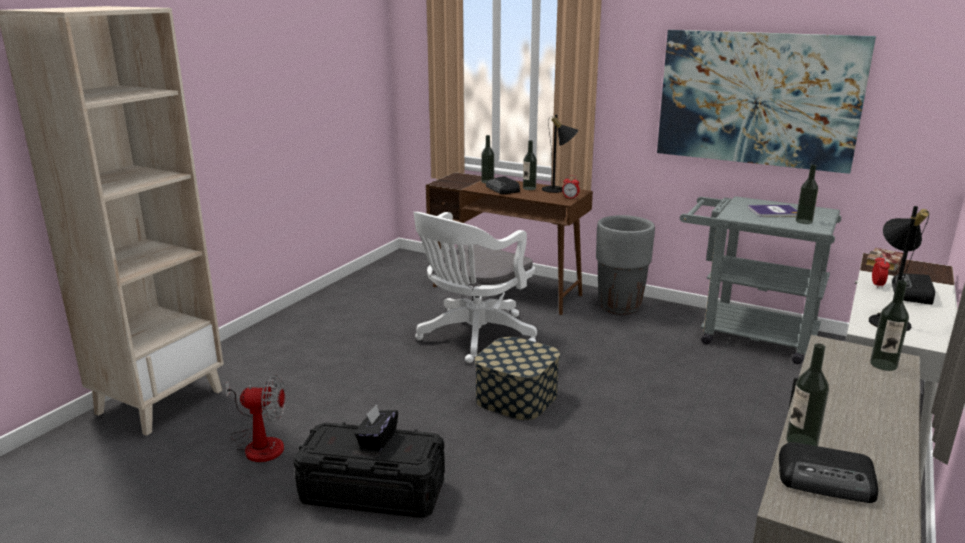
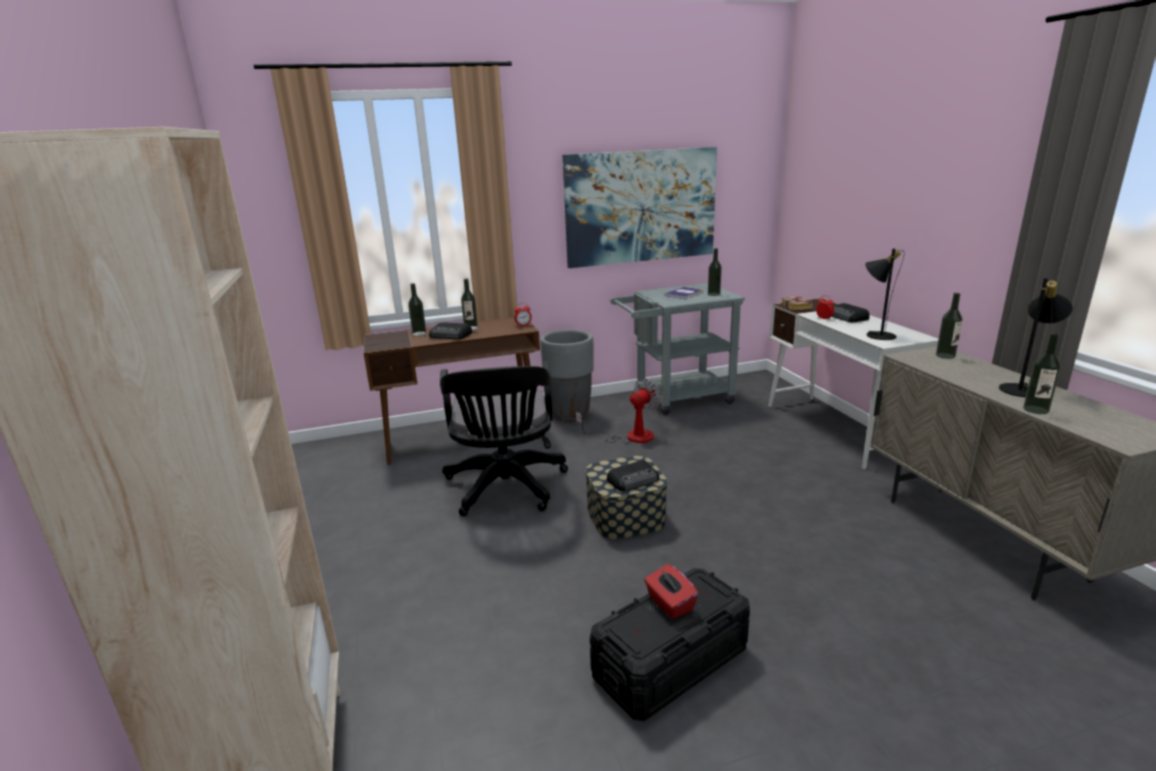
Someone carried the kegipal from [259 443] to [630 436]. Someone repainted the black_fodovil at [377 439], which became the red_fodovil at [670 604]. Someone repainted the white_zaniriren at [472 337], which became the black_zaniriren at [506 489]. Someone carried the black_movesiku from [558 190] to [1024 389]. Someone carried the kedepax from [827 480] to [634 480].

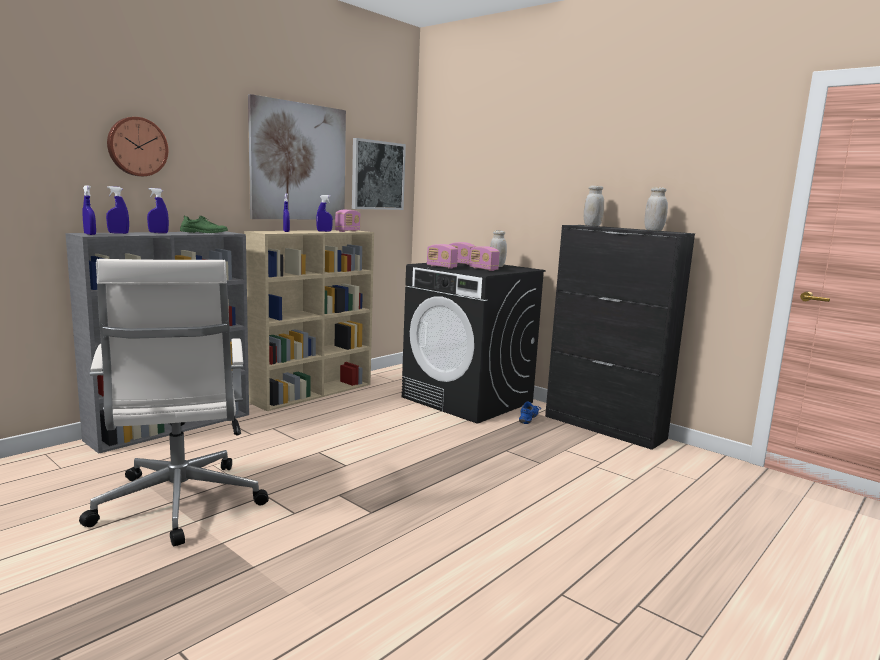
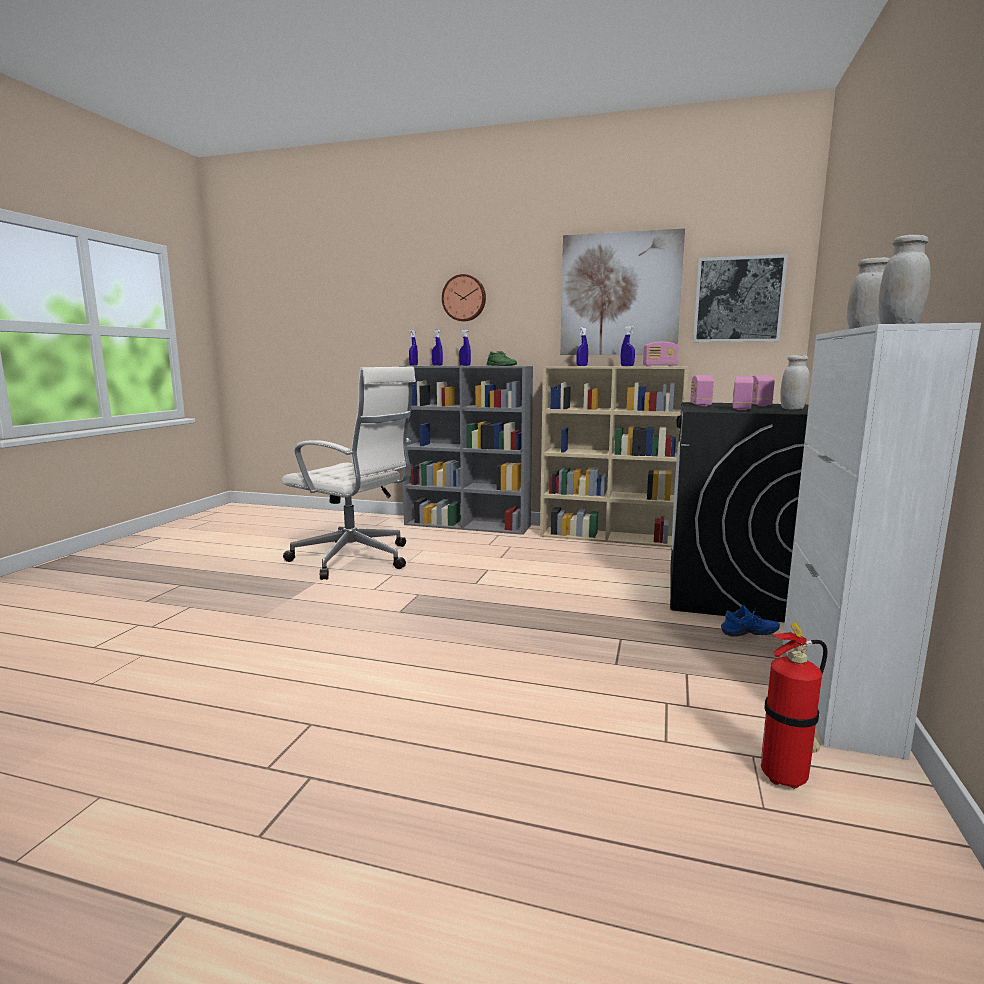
Someone rotated the white_zaniriren at [178 505] by 105 degrees counterclockwise. Someone repainted the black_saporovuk at [604 428], which became the white_saporovuk at [834 691]. Someone put down the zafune at [787 777].

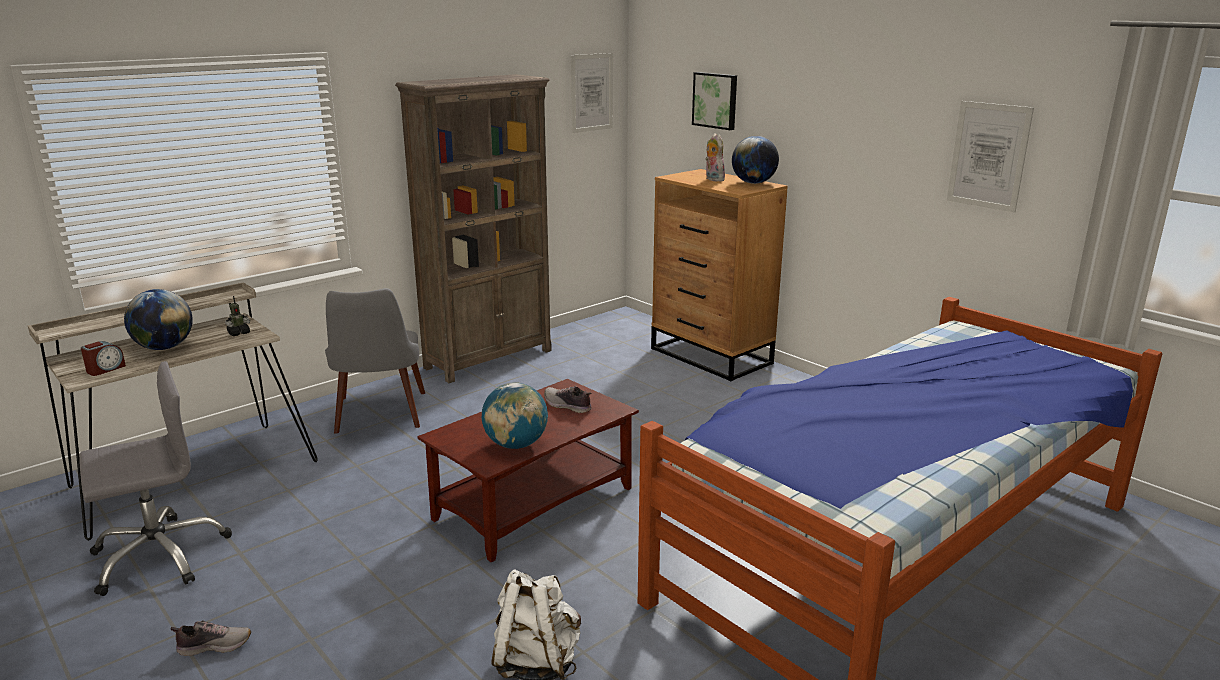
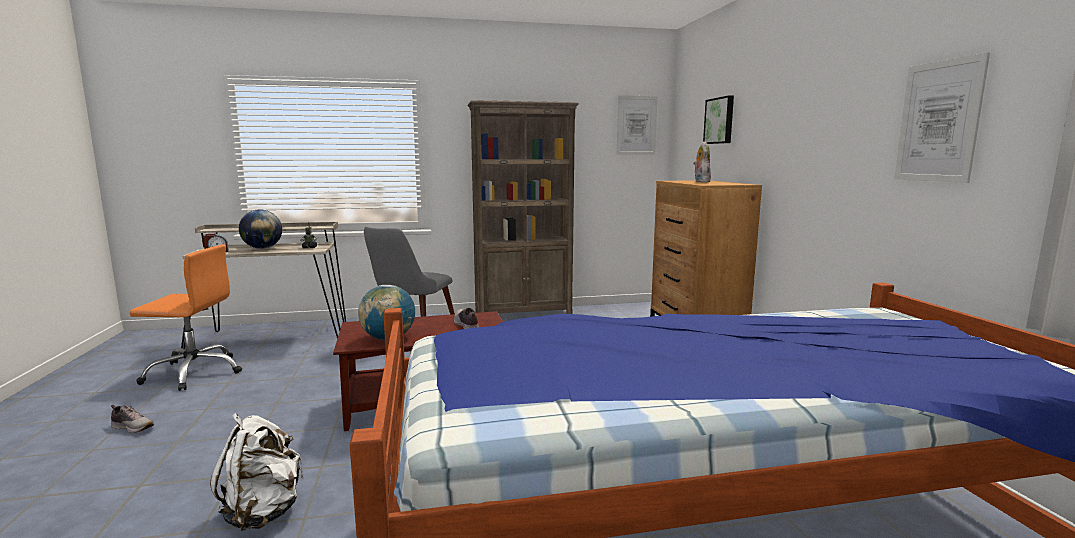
Someone repainted the grey_zaniriren at [159 555], which became the orange_zaniriren at [194 372]. Someone took away the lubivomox at [753 183].

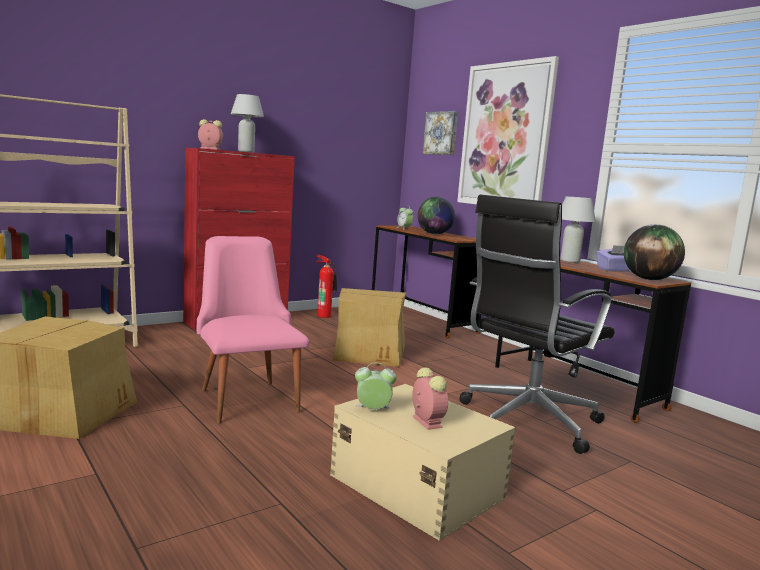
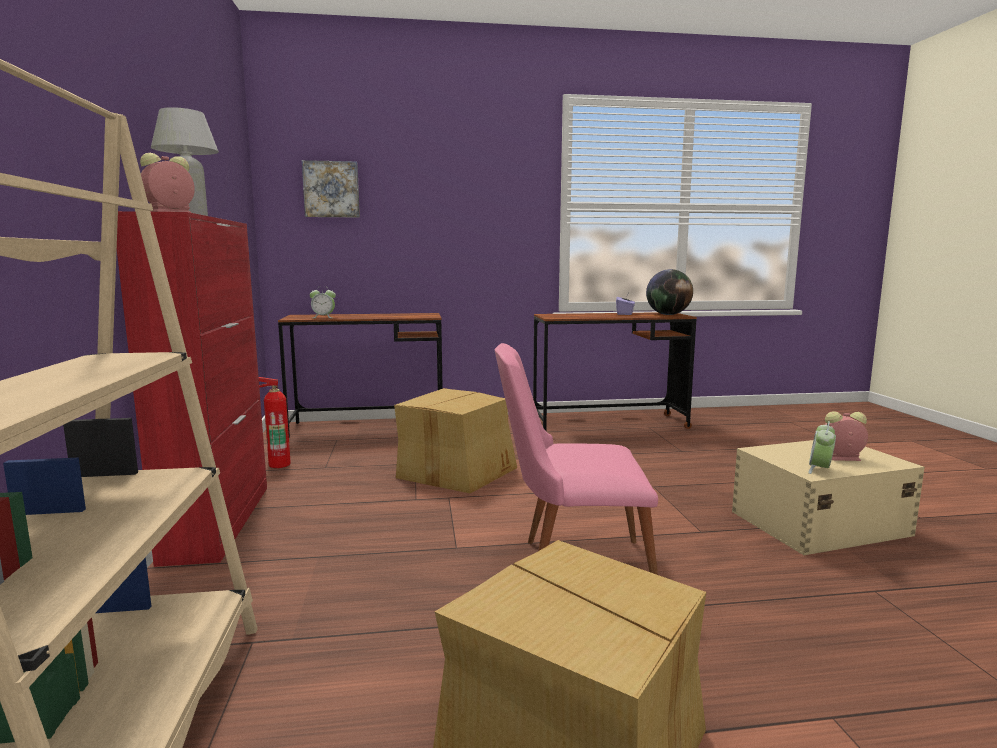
Someone took away the lubivomox at [434 234]. Someone took away the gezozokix at [505 136]. Someone took away the black_zaniriren at [526 422]. Someone took away the white_movesiku at [570 261].

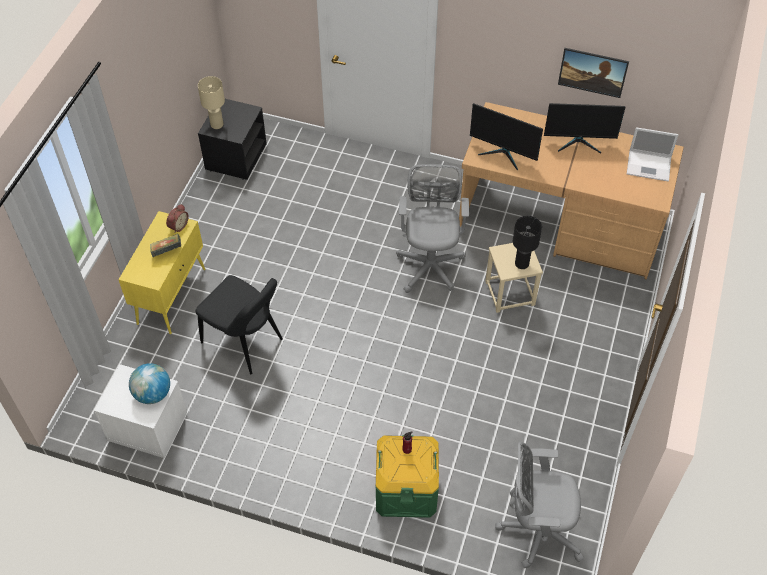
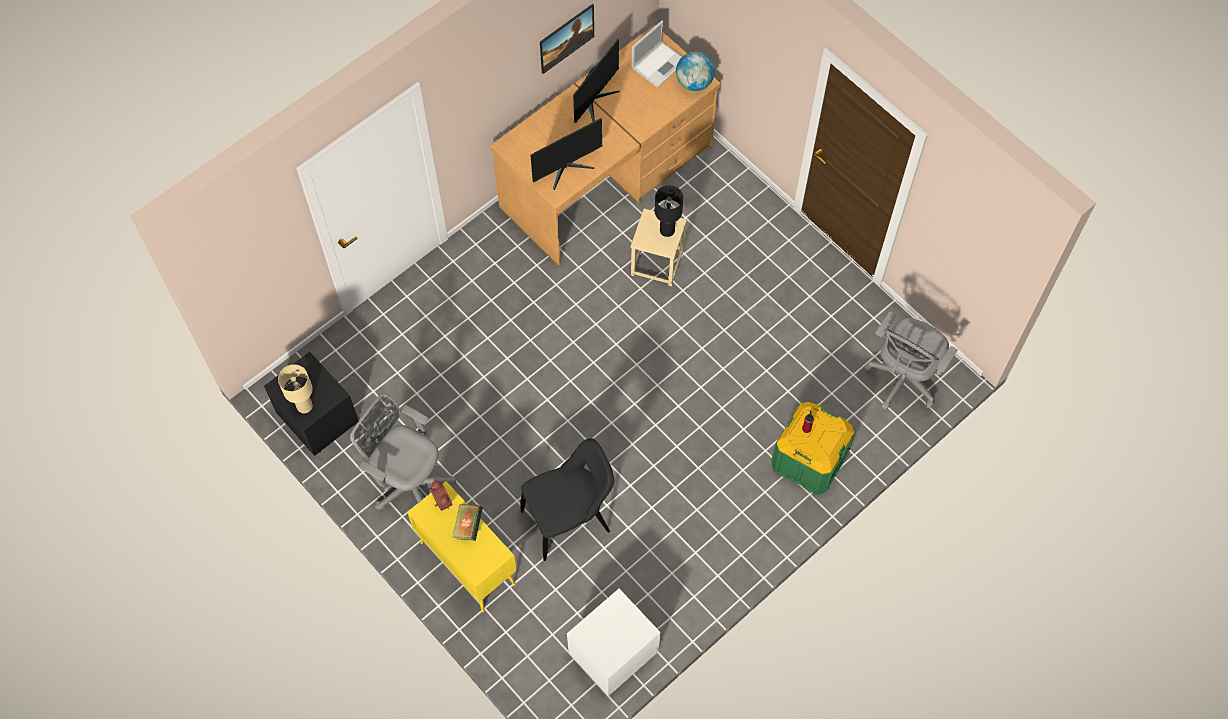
Someone carried the lubivomox from [153 394] to [694 82]. Someone carried the grey_zaniriren from [430 264] to [409 483].

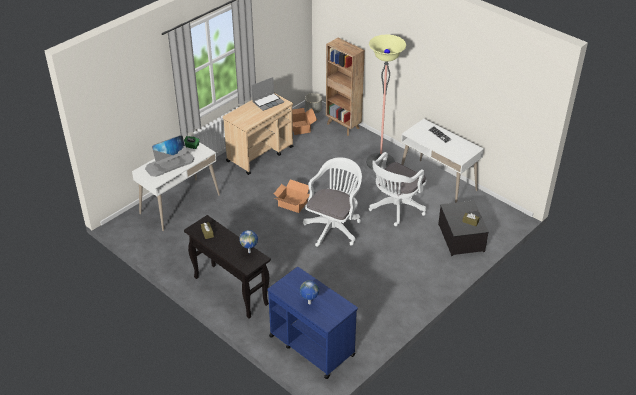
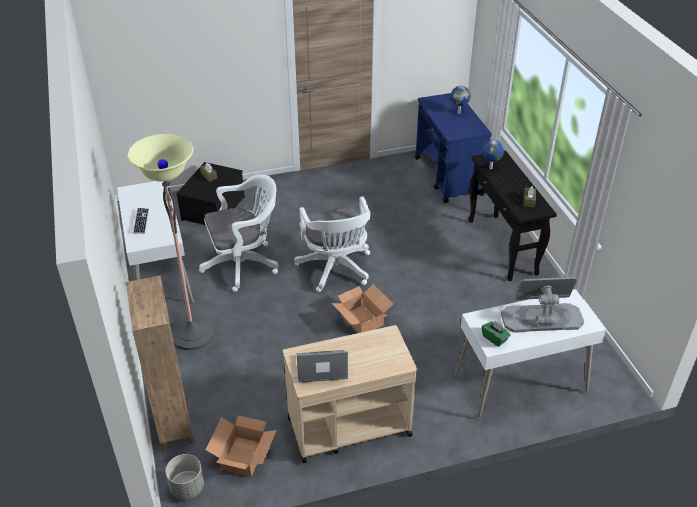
Someone rotated the white_zaniriren at [334 227] by 75 degrees counterclockwise.

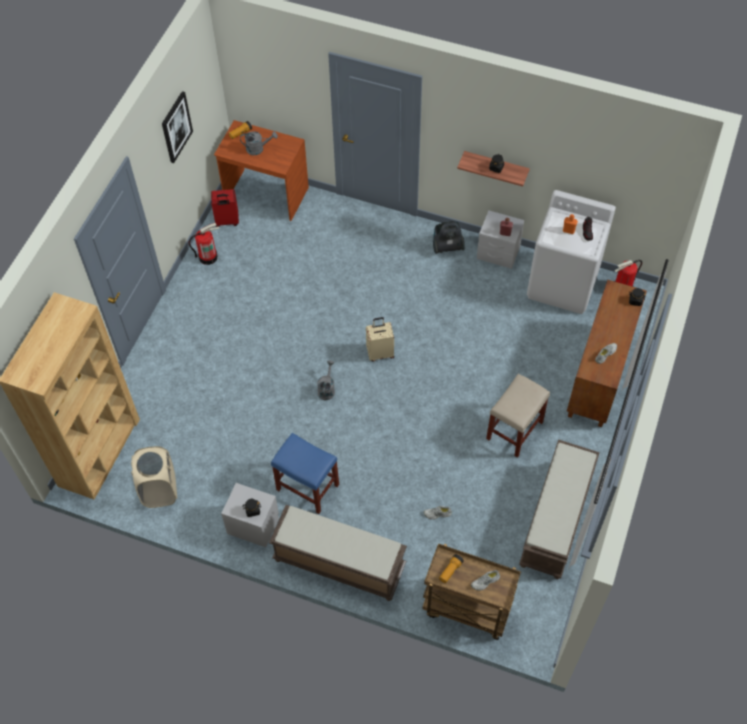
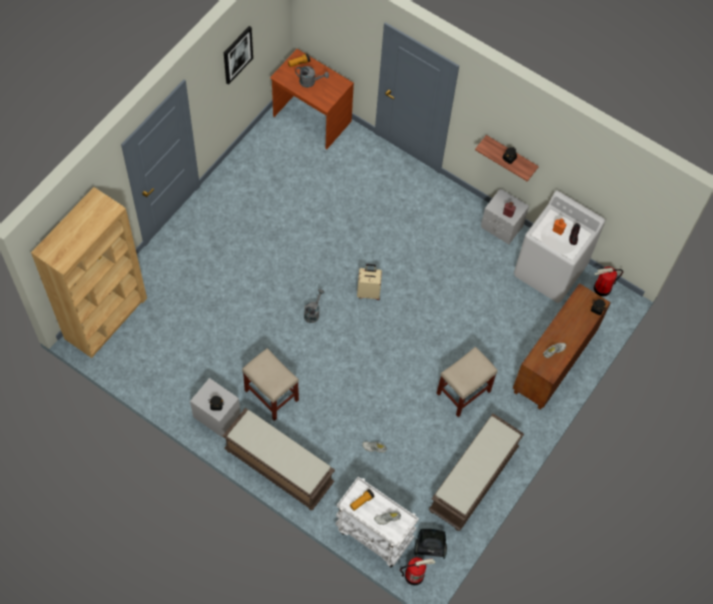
Someone took away the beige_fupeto at [159 490]. Someone carried the zafune from [208 256] to [414 575]. Someone took away the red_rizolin at [227 221]. Someone repainted the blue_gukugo at [307 487], which became the beige_gukugo at [271 395]. Someone repainted the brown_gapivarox at [466 609], which became the white_gapivarox at [373 534]. Someone carried the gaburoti from [447 247] to [429 547].

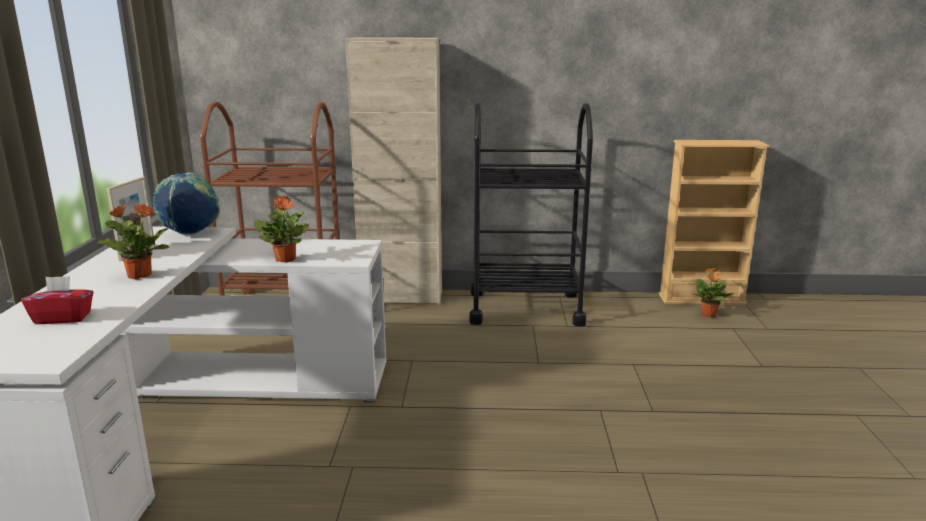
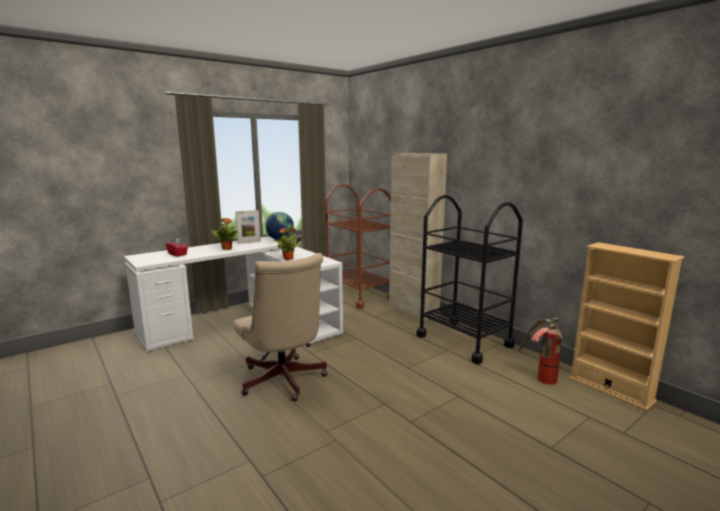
Someone took away the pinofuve at [708 315]. Someone put down the beige_zaniriren at [283 382]. Someone put down the zafune at [539 377].

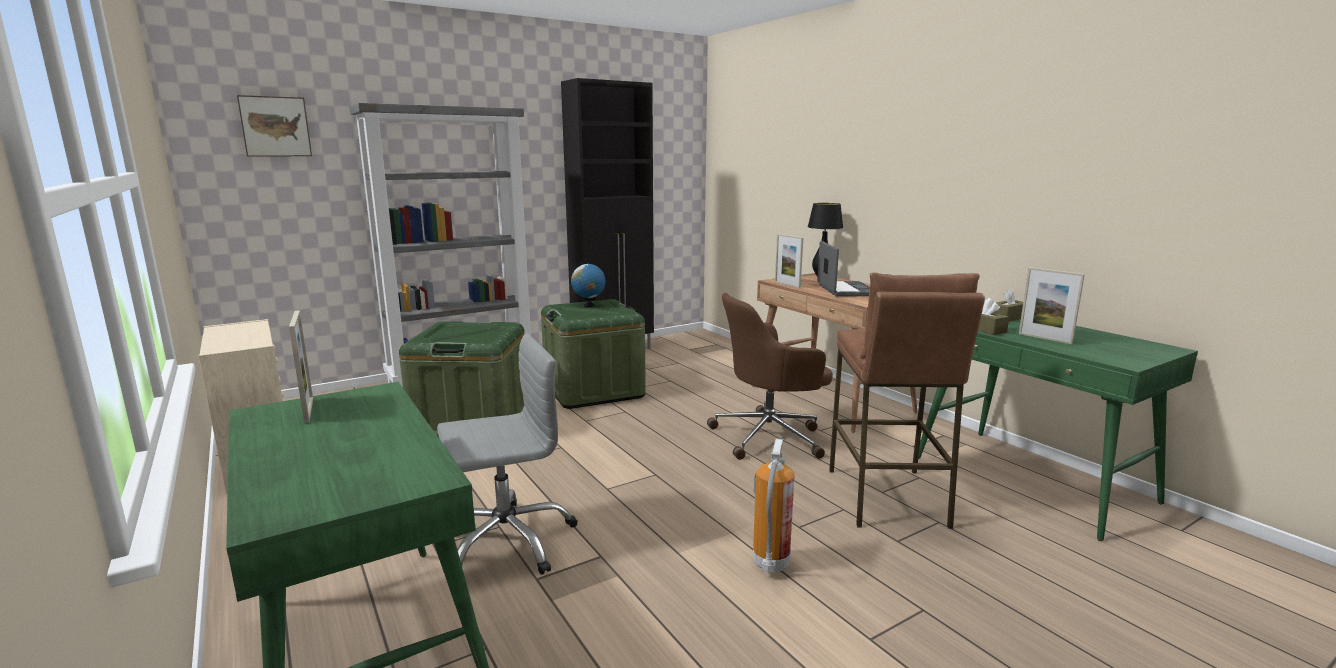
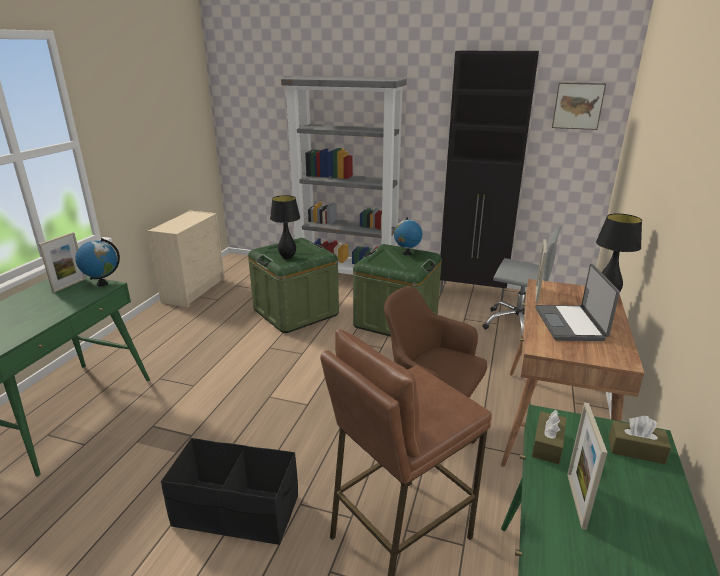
Someone carried the gezozokix from [275 126] to [577 105]. Someone carried the grey_zaniriren from [506 541] to [517 324]. Someone swapped the zafune at [770 564] for the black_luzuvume at [236 511]. Someone rotated the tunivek at [845 290] by 135 degrees clockwise. Someone put down the lubivomox at [102 283]. Someone put down the black_movesiku at [287 258].

